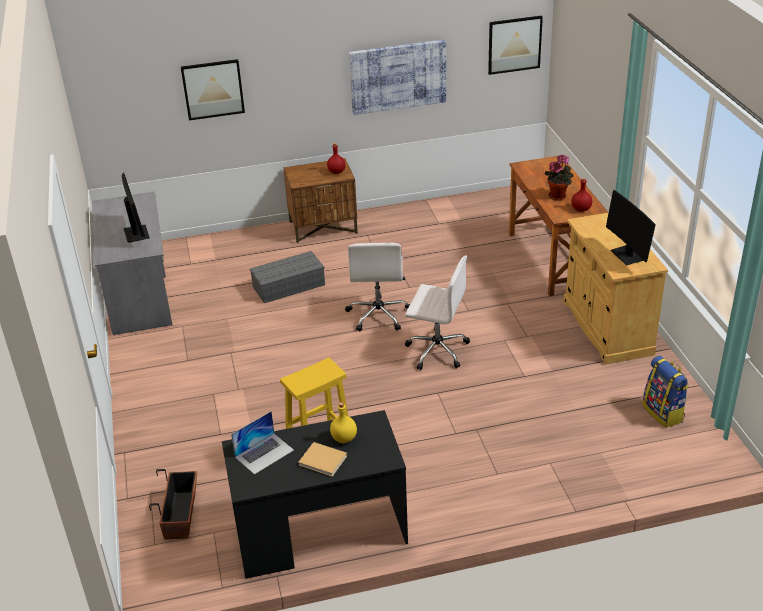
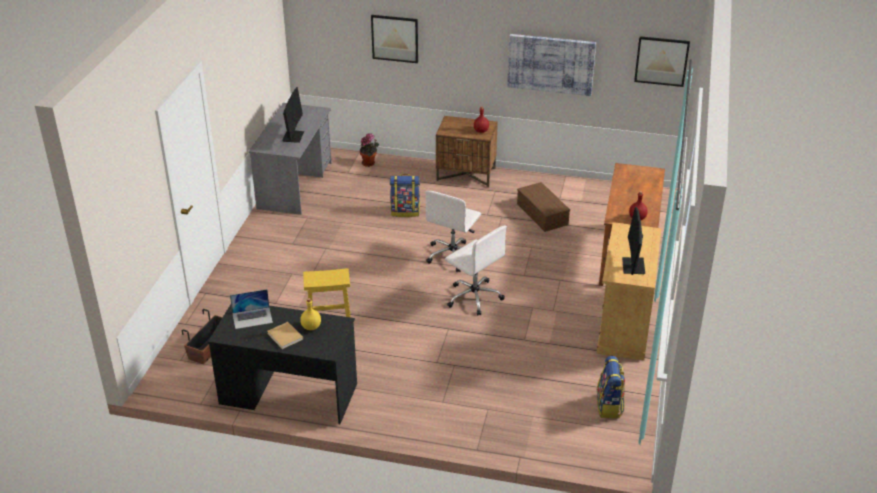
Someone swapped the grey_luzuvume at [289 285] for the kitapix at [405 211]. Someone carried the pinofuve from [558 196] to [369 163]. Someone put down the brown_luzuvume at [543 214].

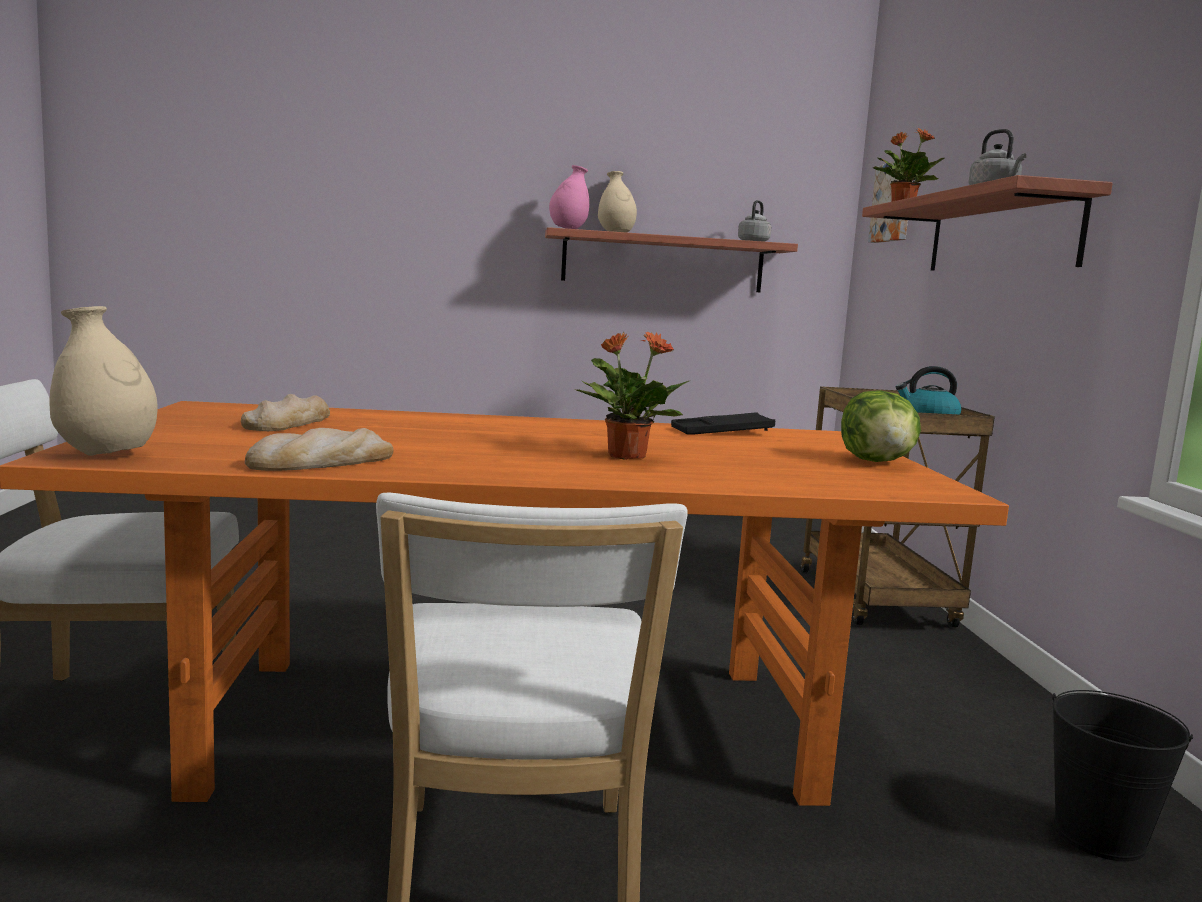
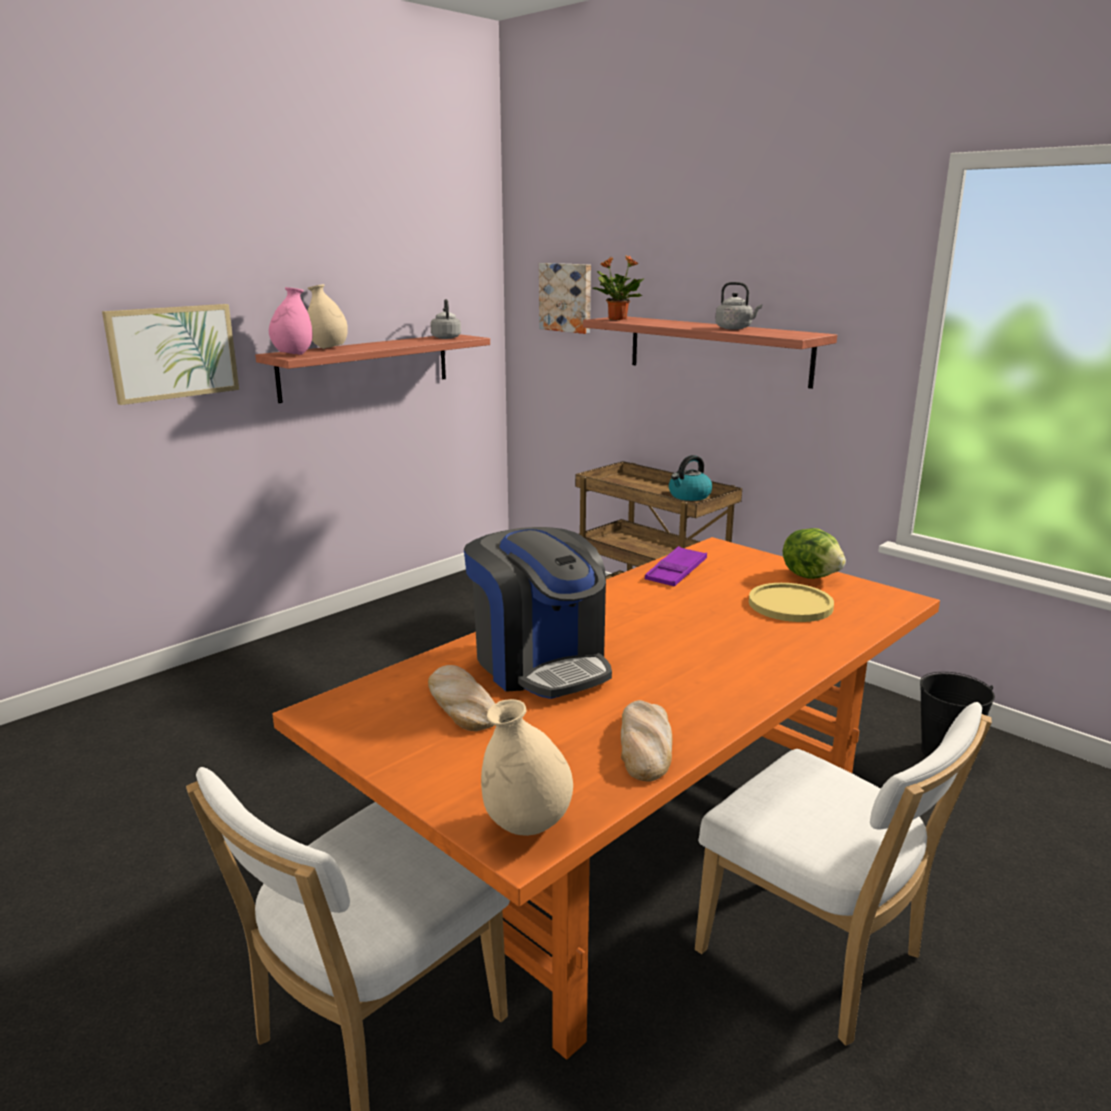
Someone took away the pinofuve at [625 456]. Someone repainted the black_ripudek at [722 432], which became the purple_ripudek at [676 572]. Someone put up the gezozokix at [173 352]. Someone put down the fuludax at [540 663]. Someone put down the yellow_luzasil at [790 604].

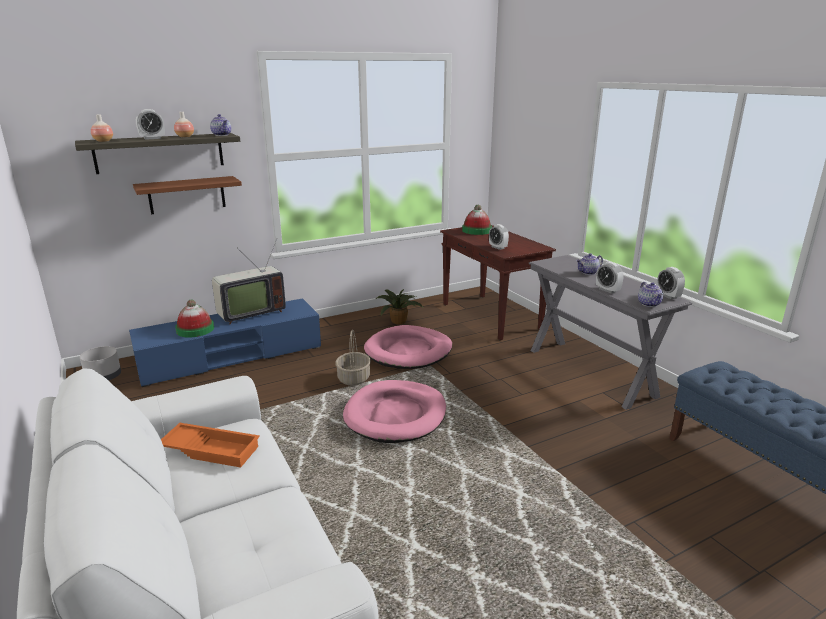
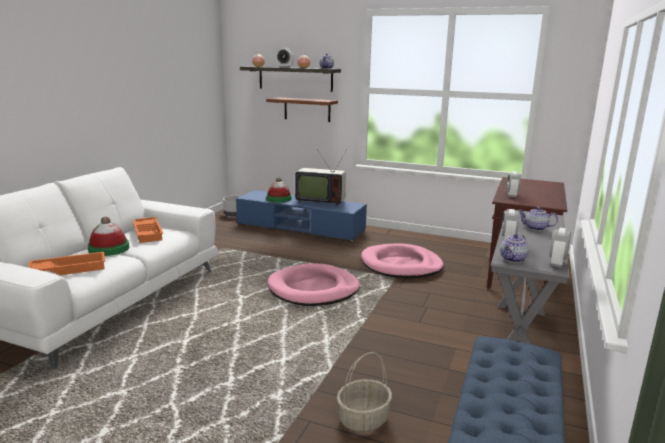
Someone carried the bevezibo from [354 378] to [363 419]. Someone took away the pinofuve at [398 321]. Someone carried the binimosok from [476 230] to [109 249]. Someone put down the orange_ripudek at [69 269].

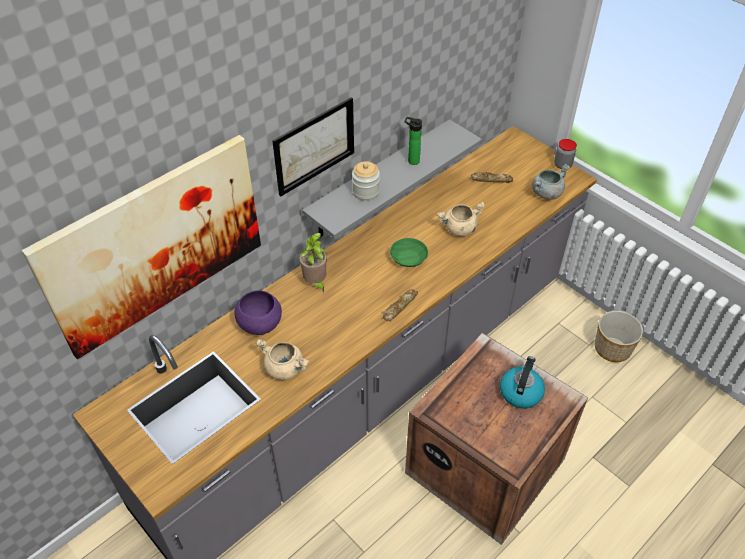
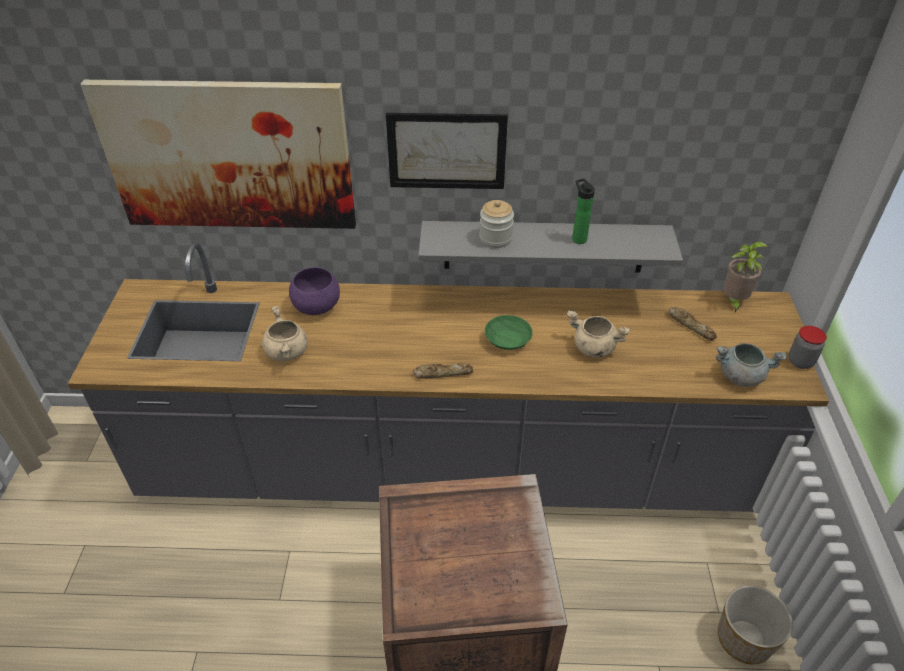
Someone carried the pinofuve from [315 283] to [733 301]. Someone took away the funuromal at [520 392].

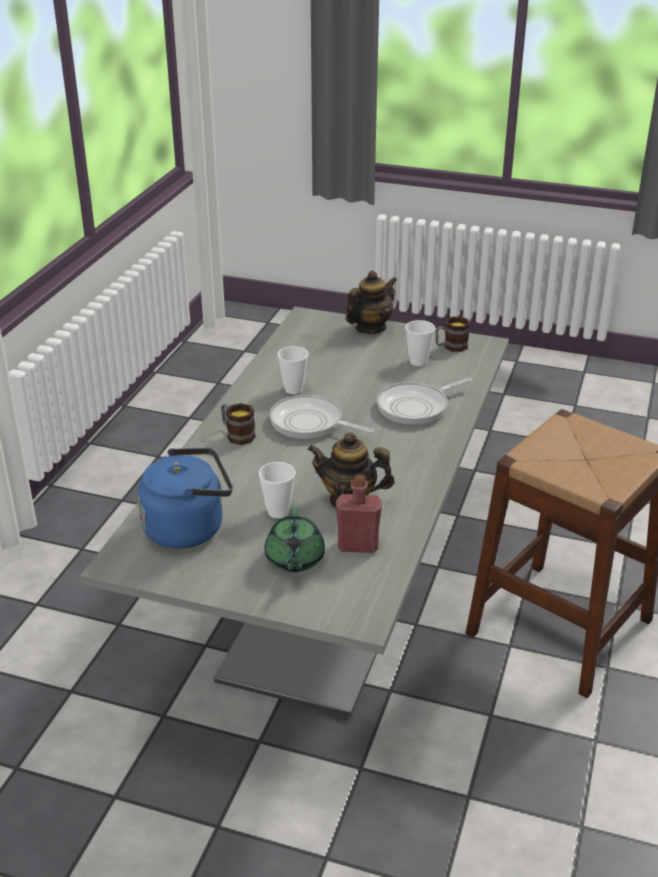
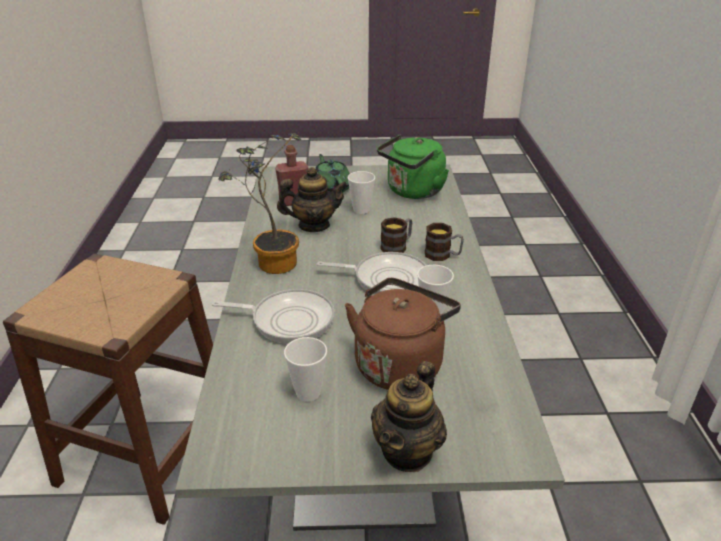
Someone repainted the blue_funuromal at [189 527], which became the green_funuromal at [412 192]. Someone rotated the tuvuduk at [416 407] by 60 degrees clockwise. Someone carried the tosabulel from [450 347] to [397 246]. Someone put down the pinofuve at [272 262]. Someone put down the brown_funuromal at [400 363].

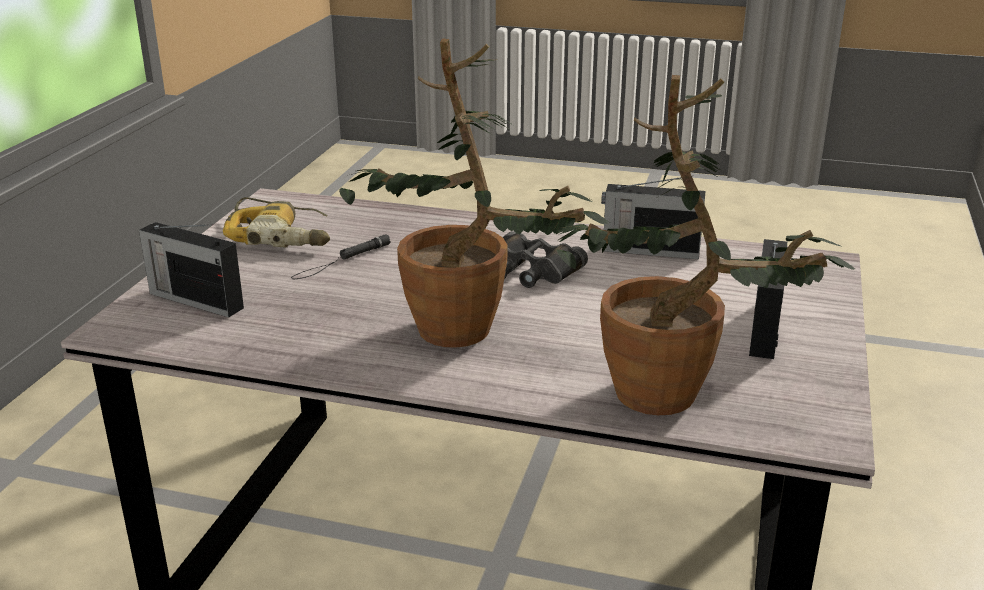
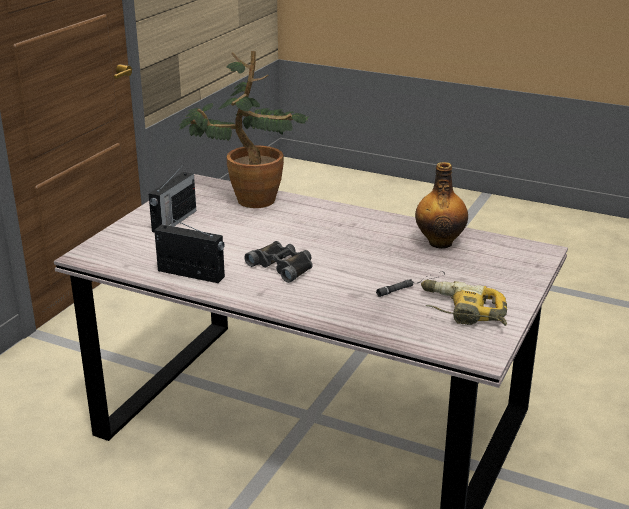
Someone took away the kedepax at [194 300]. Someone took away the pinofuve at [470 335]. Someone put down the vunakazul at [440 242].

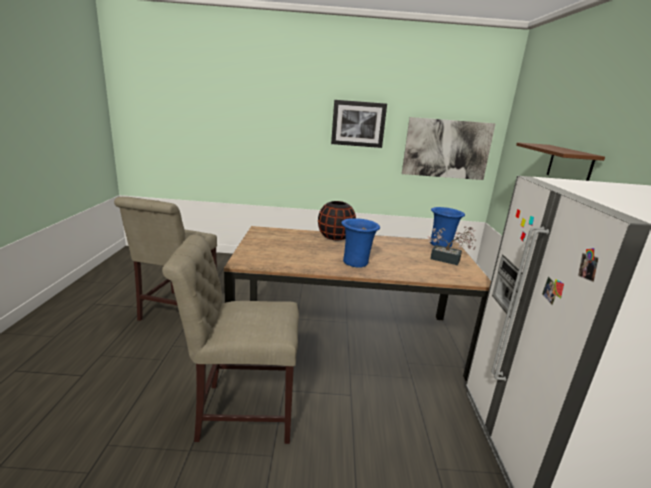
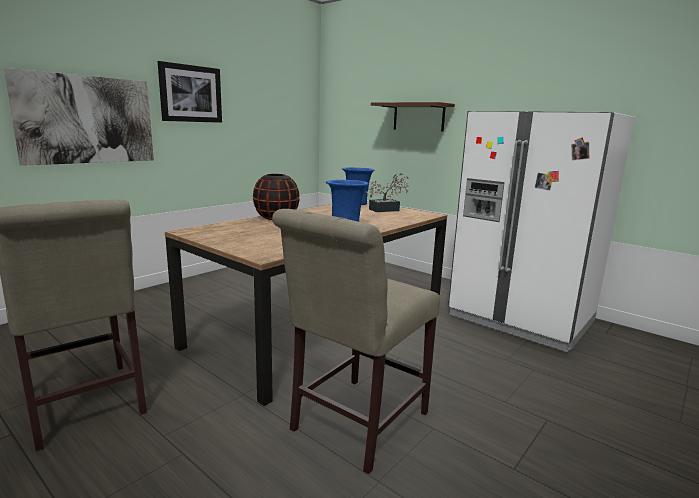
Someone carried the gezozokix from [447 149] to [87 120].

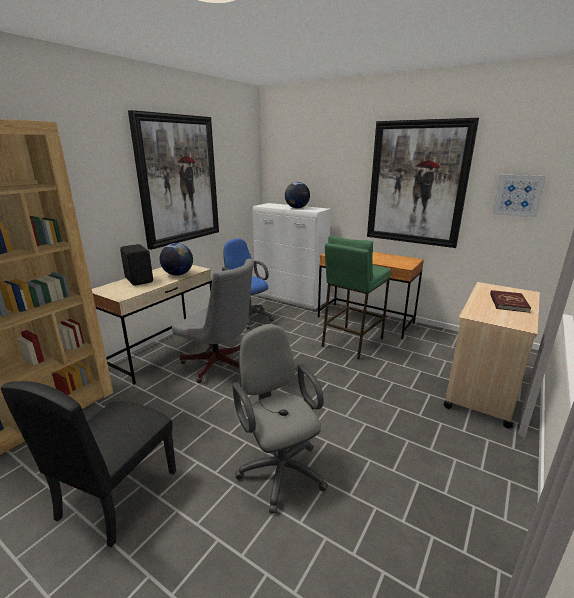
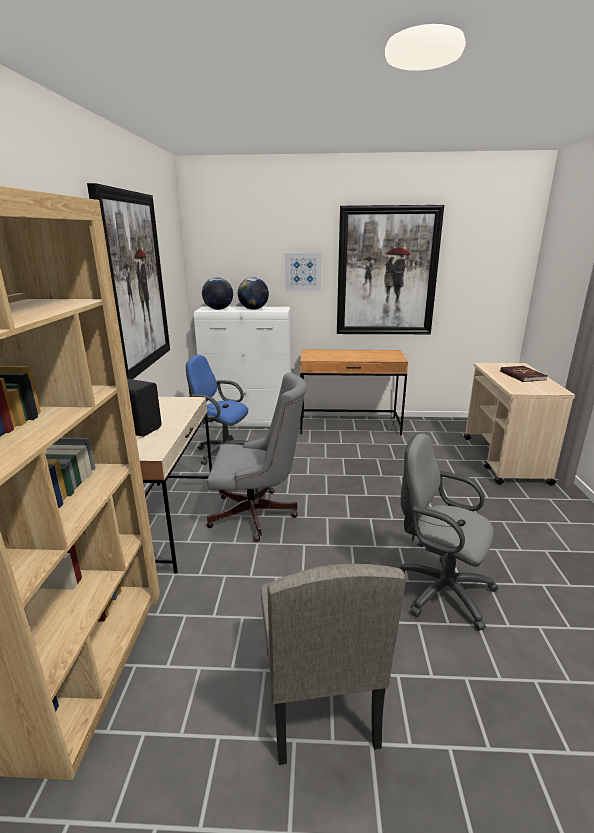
Someone repainted the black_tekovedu at [118 493], which became the beige_tekovedu at [317 695]. Someone carried the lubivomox from [178 274] to [218 309]. Someone took away the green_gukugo at [351 342]. Someone carried the gezozokix from [518 195] to [303 271].

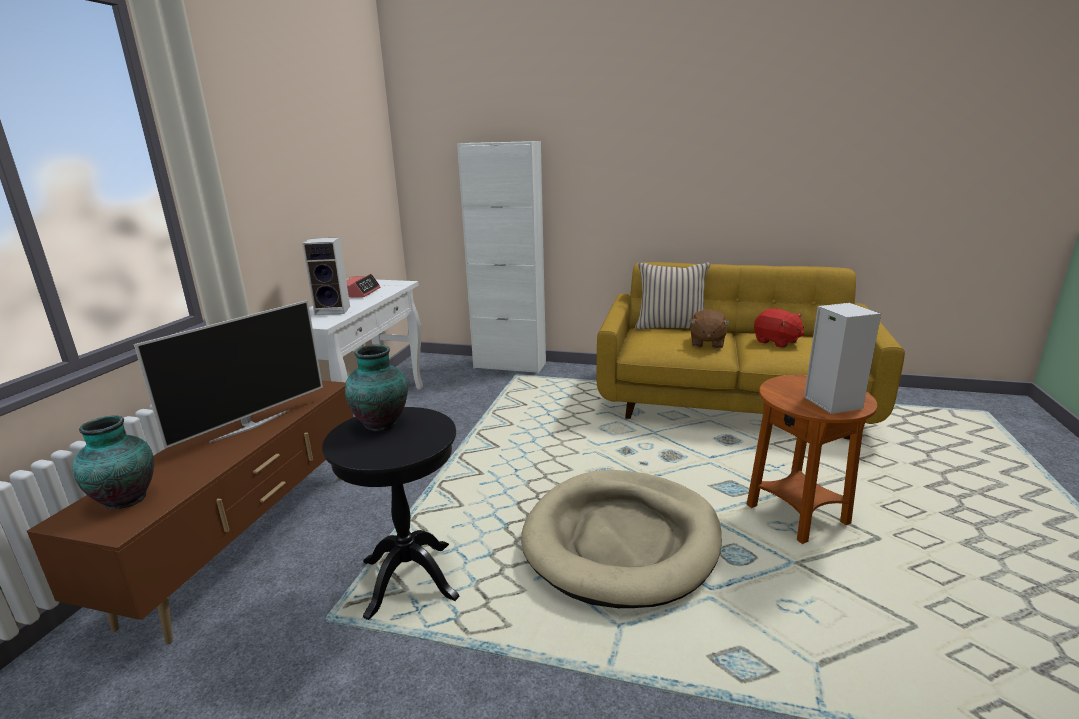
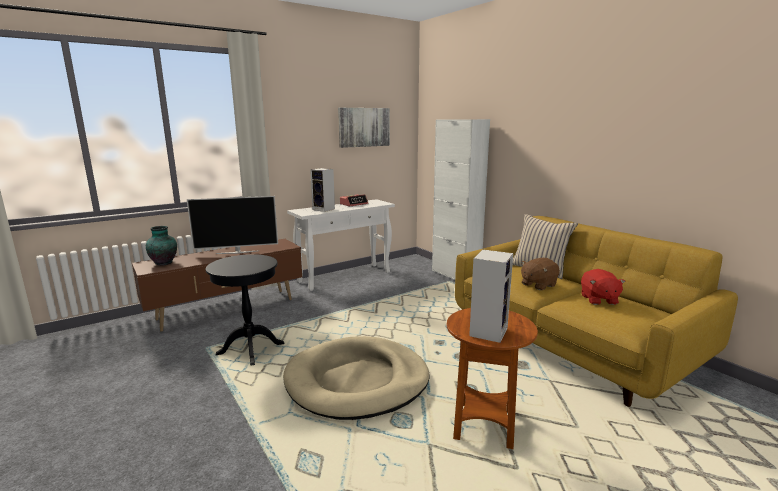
Someone took away the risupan at [382 423]. Someone put up the gezozokix at [364 127].

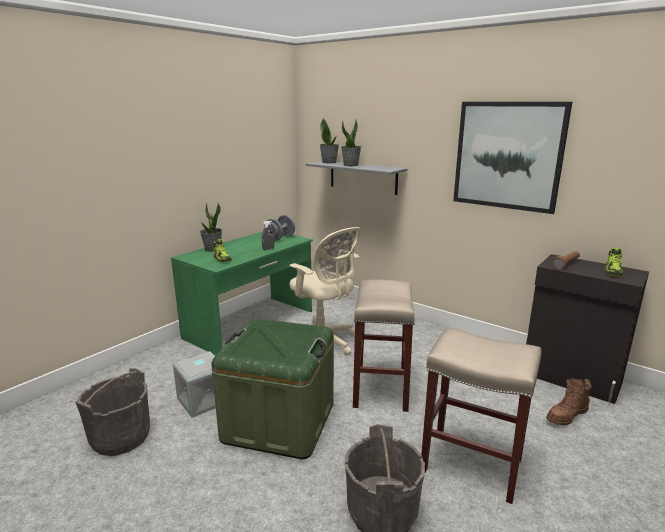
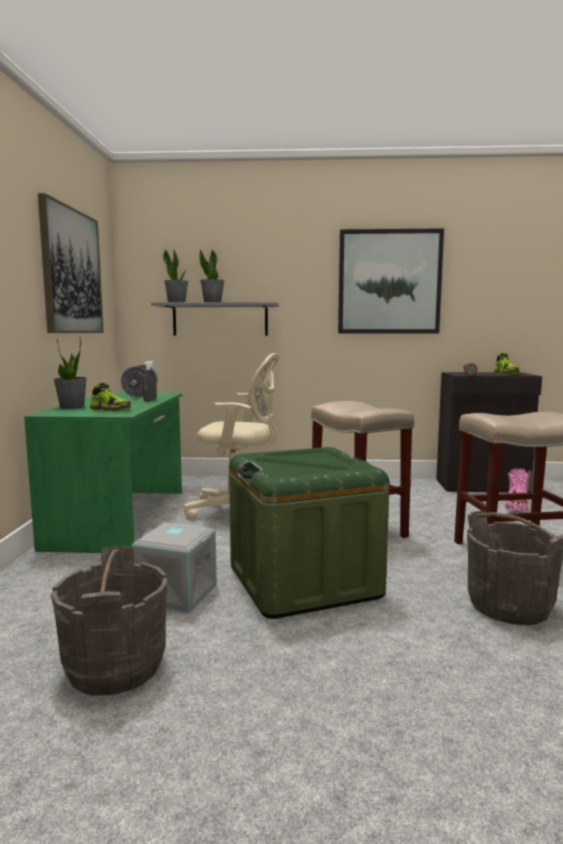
Someone repainted the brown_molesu at [566 415], which became the pink_molesu at [516 506]. Someone put up the gezozokix at [71 272].

